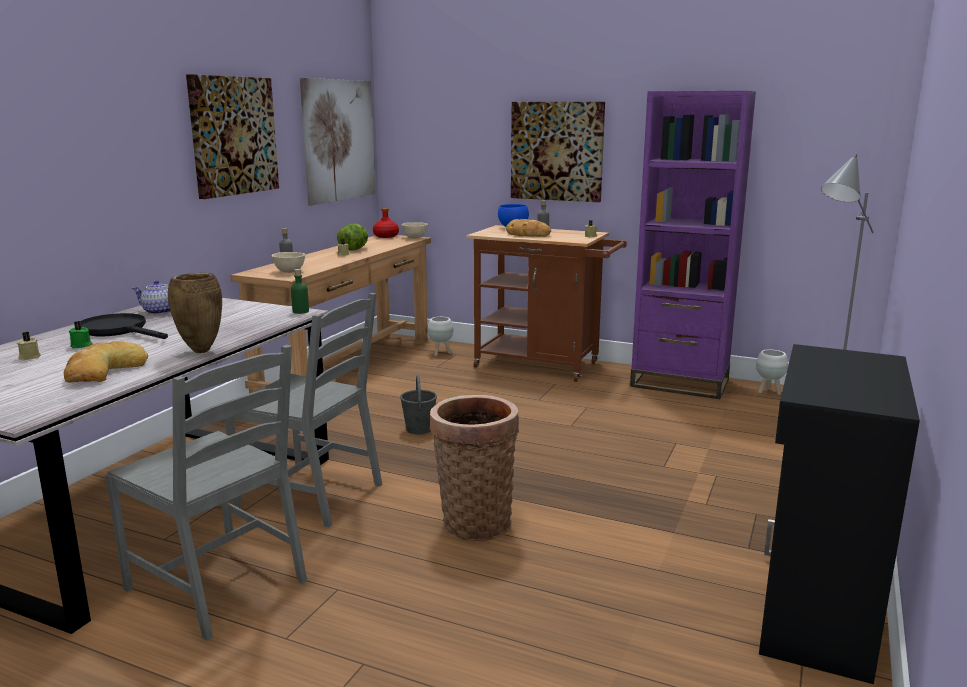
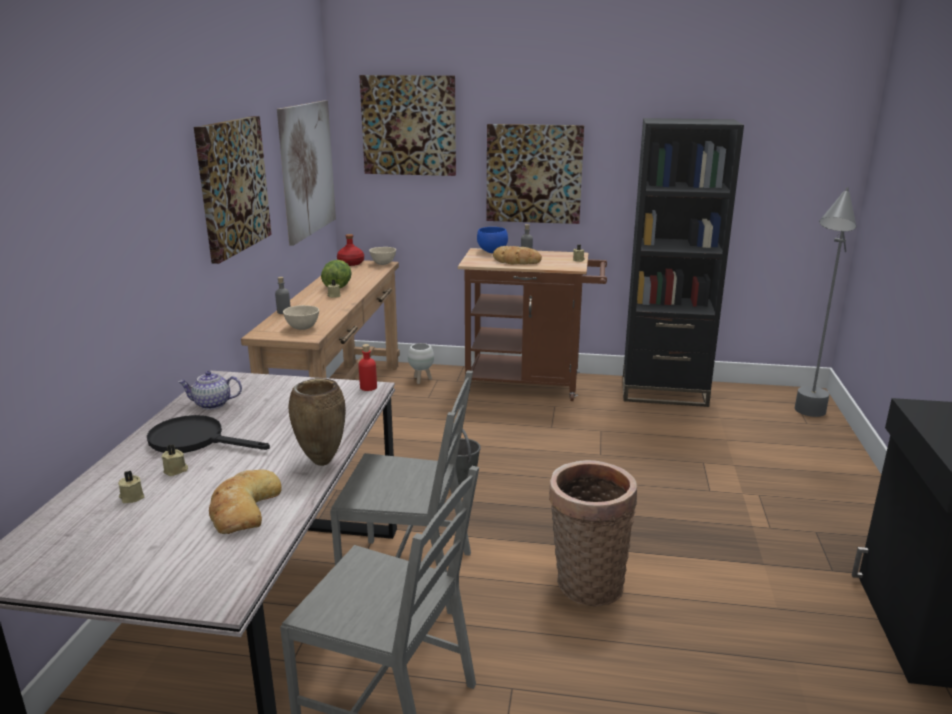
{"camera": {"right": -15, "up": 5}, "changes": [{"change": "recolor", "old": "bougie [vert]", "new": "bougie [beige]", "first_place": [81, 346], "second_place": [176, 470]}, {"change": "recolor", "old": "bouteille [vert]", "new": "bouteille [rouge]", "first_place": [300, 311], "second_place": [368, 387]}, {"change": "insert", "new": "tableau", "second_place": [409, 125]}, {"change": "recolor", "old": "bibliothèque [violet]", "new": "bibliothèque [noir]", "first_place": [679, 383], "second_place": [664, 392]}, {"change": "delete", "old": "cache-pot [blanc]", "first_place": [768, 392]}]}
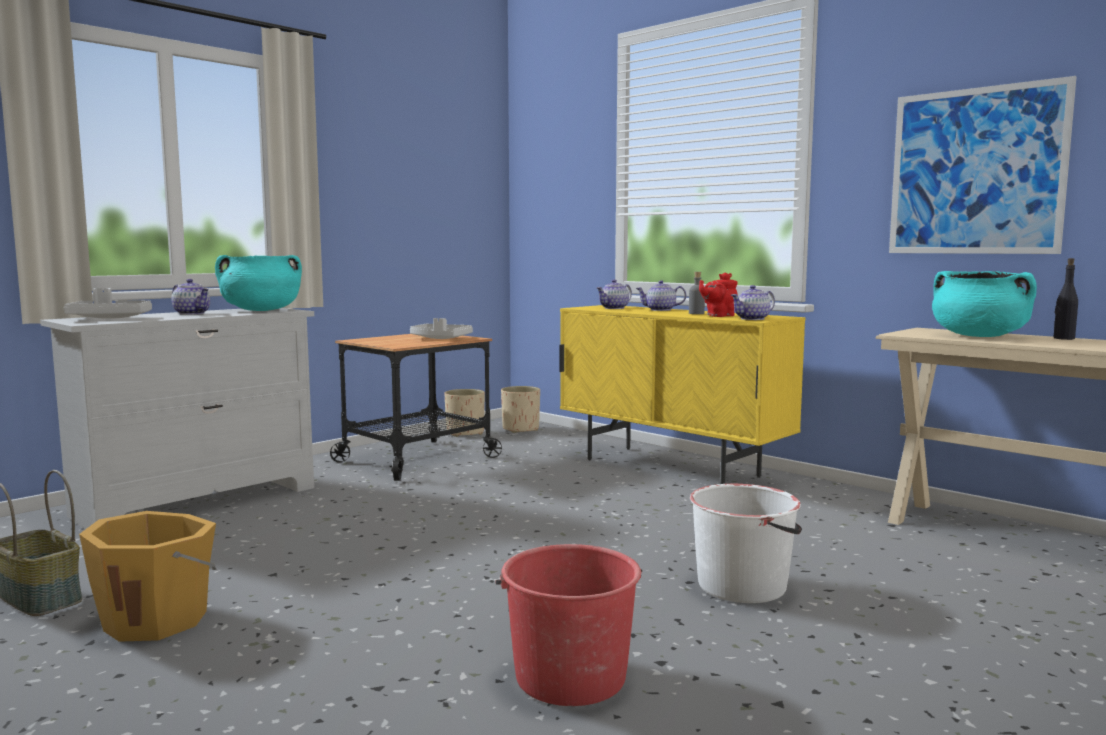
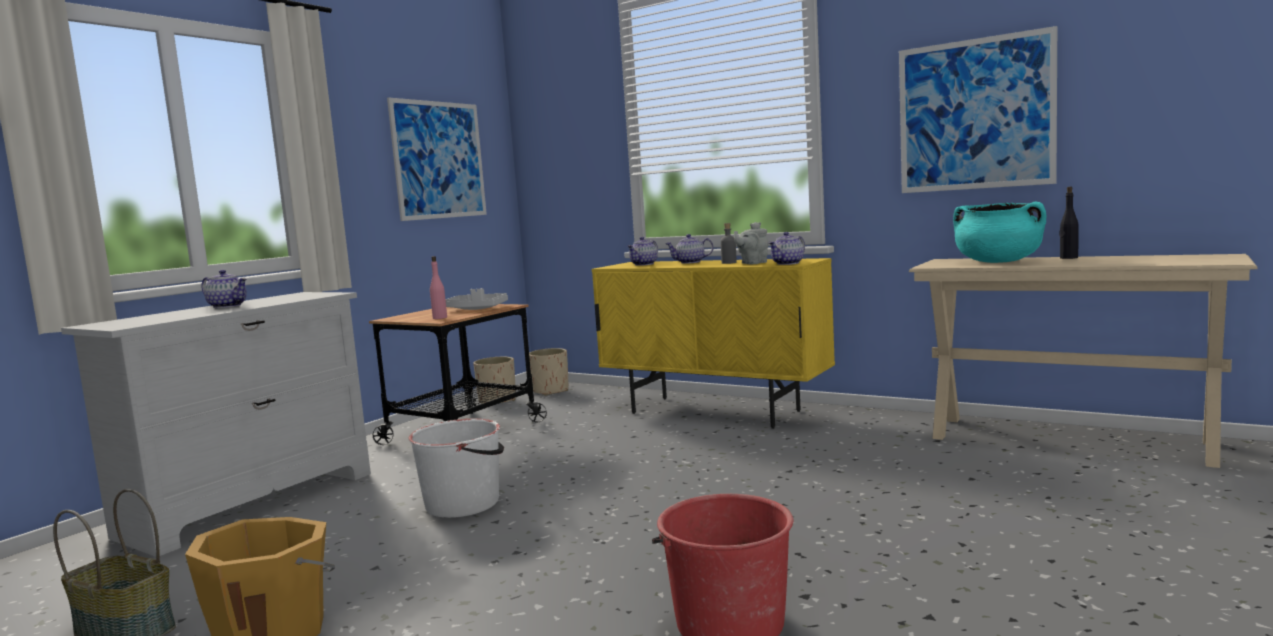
{"camera": {"right": -10, "up": 0}, "changes": [{"change": "insert", "new": "tableau", "second_place": [439, 160]}, {"change": "move", "old": "seau [blanc]", "first_place": [743, 586], "second_place": [464, 504]}, {"change": "insert", "new": "bouteille [rose]", "second_place": [439, 318]}, {"change": "recolor", "old": "théière [rouge]", "new": "théière [gris]", "first_place": [718, 316], "second_place": [752, 263]}, {"change": "delete", "old": "plateau [gris]", "first_place": [110, 318]}, {"change": "delete", "old": "marmite [turquoise]", "first_place": [261, 310]}]}
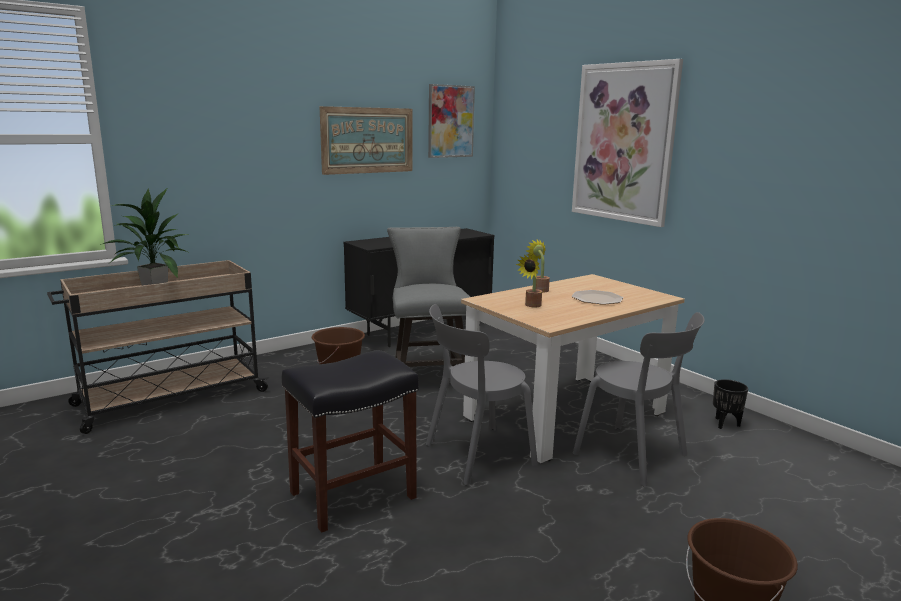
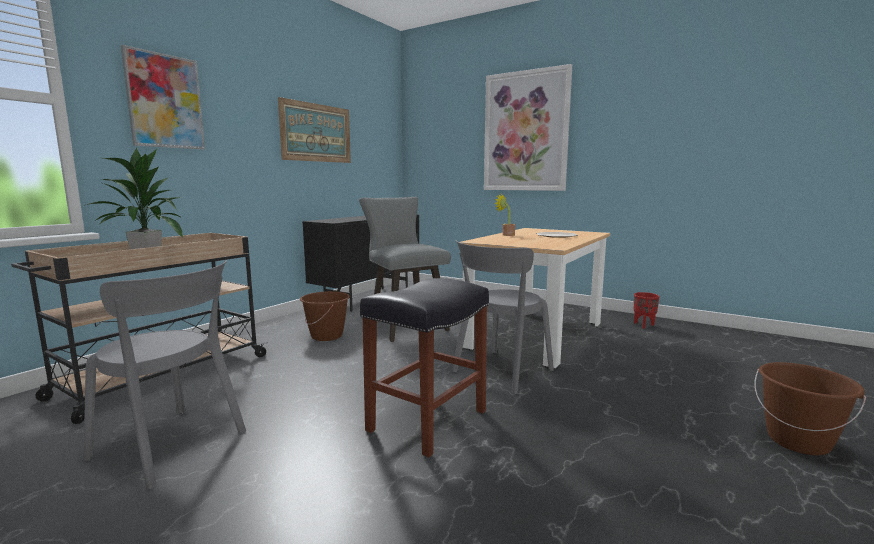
{"camera": {"right": -20, "up": -5}, "changes": [{"change": "move", "old": "chaise [gris]", "first_place": [634, 456], "second_place": [173, 446]}, {"change": "move", "old": "tableau", "first_place": [450, 121], "second_place": [165, 101]}, {"change": "recolor", "old": "cache-pot [noir]", "new": "cache-pot [rouge]", "first_place": [726, 424], "second_place": [644, 325]}, {"change": "delete", "old": "plante en pot", "first_place": [531, 305]}]}
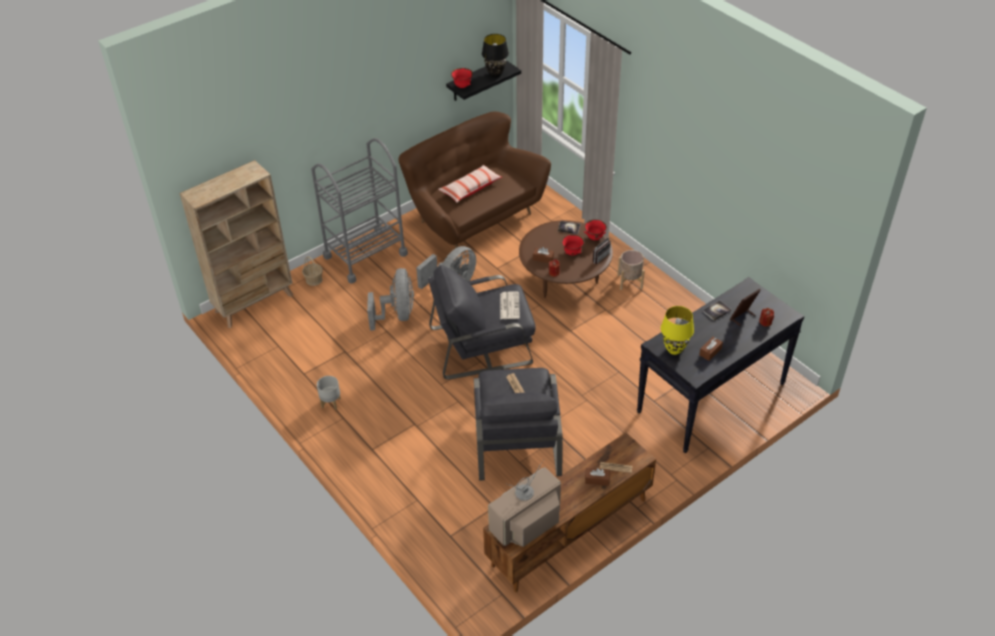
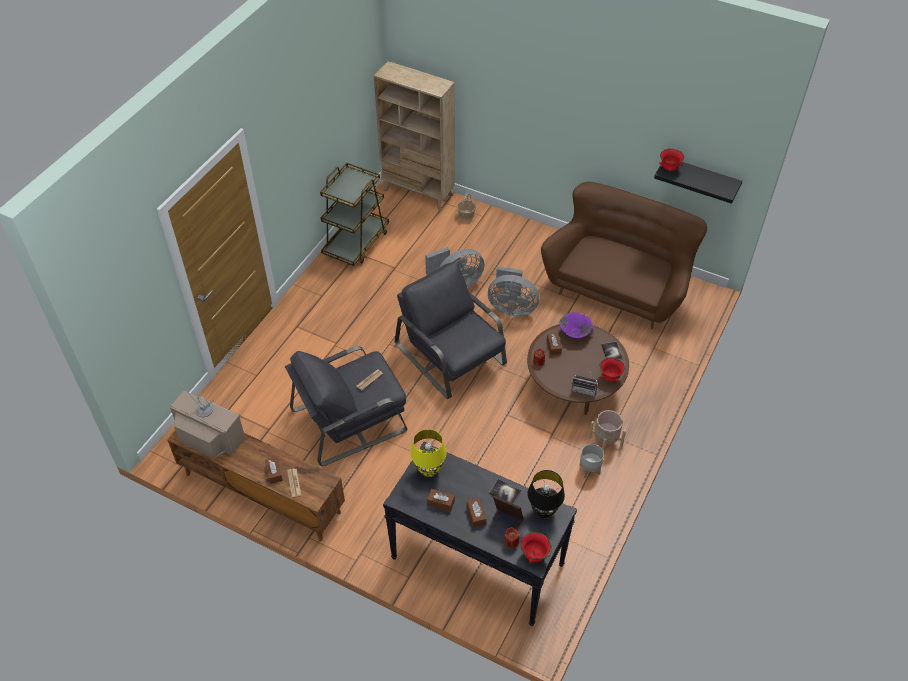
{"camera": {"right": 65, "up": 5}, "changes": [{"change": "insert", "new": "chariot [marron]", "second_place": [356, 243]}, {"change": "insert", "new": "boîte à mouchoirs [marron]", "second_place": [476, 515]}, {"change": "move", "old": "bol [rouge]", "first_place": [572, 253], "second_place": [534, 555]}, {"change": "move", "old": "lampe de table [noir]", "first_place": [496, 74], "second_place": [543, 512]}, {"change": "insert", "new": "bol [violet]", "second_place": [575, 333]}, {"change": "move", "old": "cache-pot [gris]", "first_place": [331, 403], "second_place": [589, 470]}, {"change": "delete", "old": "chariot [gris]", "first_place": [365, 255]}, {"change": "delete", "old": "coussin", "first_place": [470, 188]}, {"change": "delete", "old": "journal", "first_place": [509, 305]}]}
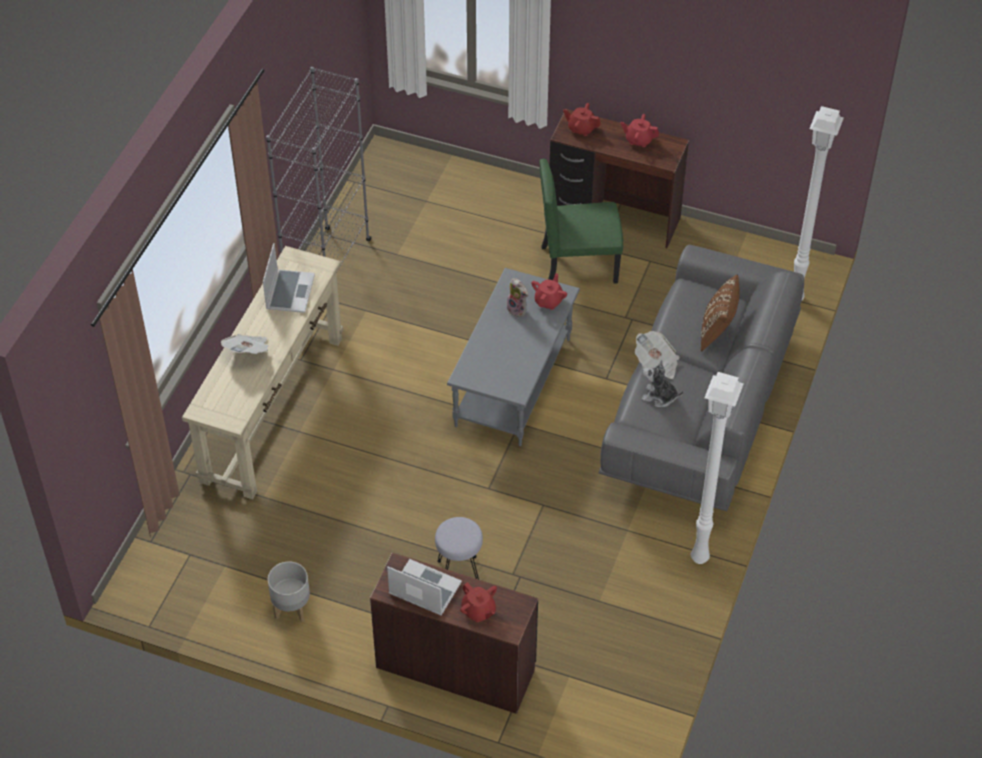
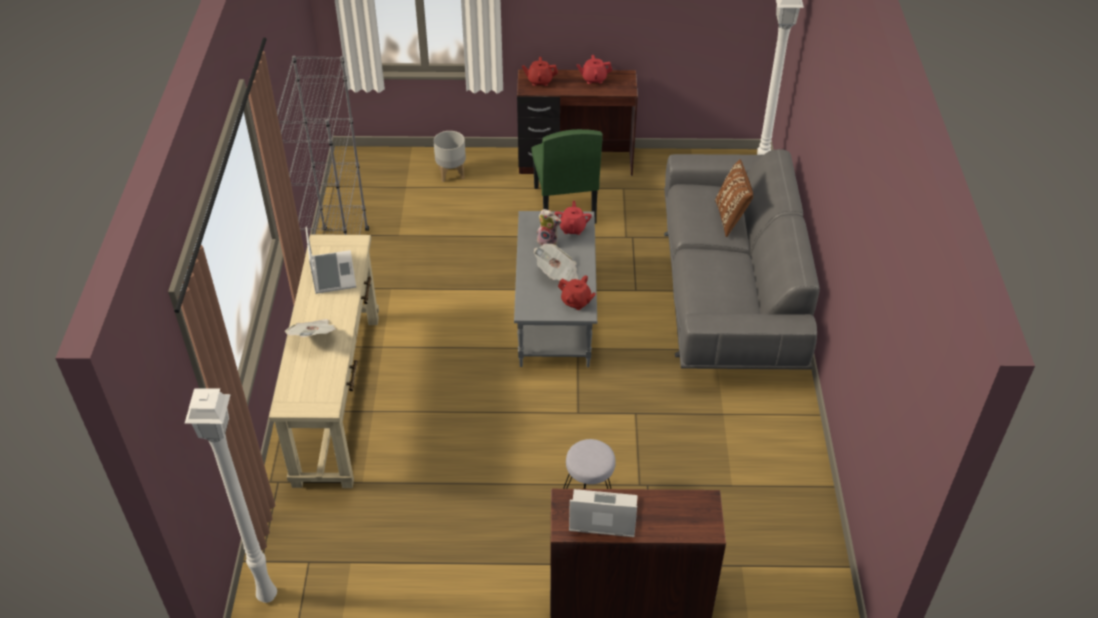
{"camera": {"right": -20, "up": -5}, "changes": [{"change": "move", "old": "lampadaire [blanc]", "first_place": [700, 559], "second_place": [268, 596]}, {"change": "move", "old": "cache-pot [gris]", "first_place": [291, 608], "second_place": [451, 173]}, {"change": "rotate", "old": "chaise [vert]", "first_place": [579, 264], "second_place": [564, 205], "degrees": -75}, {"change": "move", "old": "journal", "first_place": [656, 363], "second_place": [557, 273]}, {"change": "move", "old": "théière [rouge]", "first_place": [478, 611], "second_place": [576, 302]}, {"change": "delete", "old": "peluche", "first_place": [659, 396]}]}
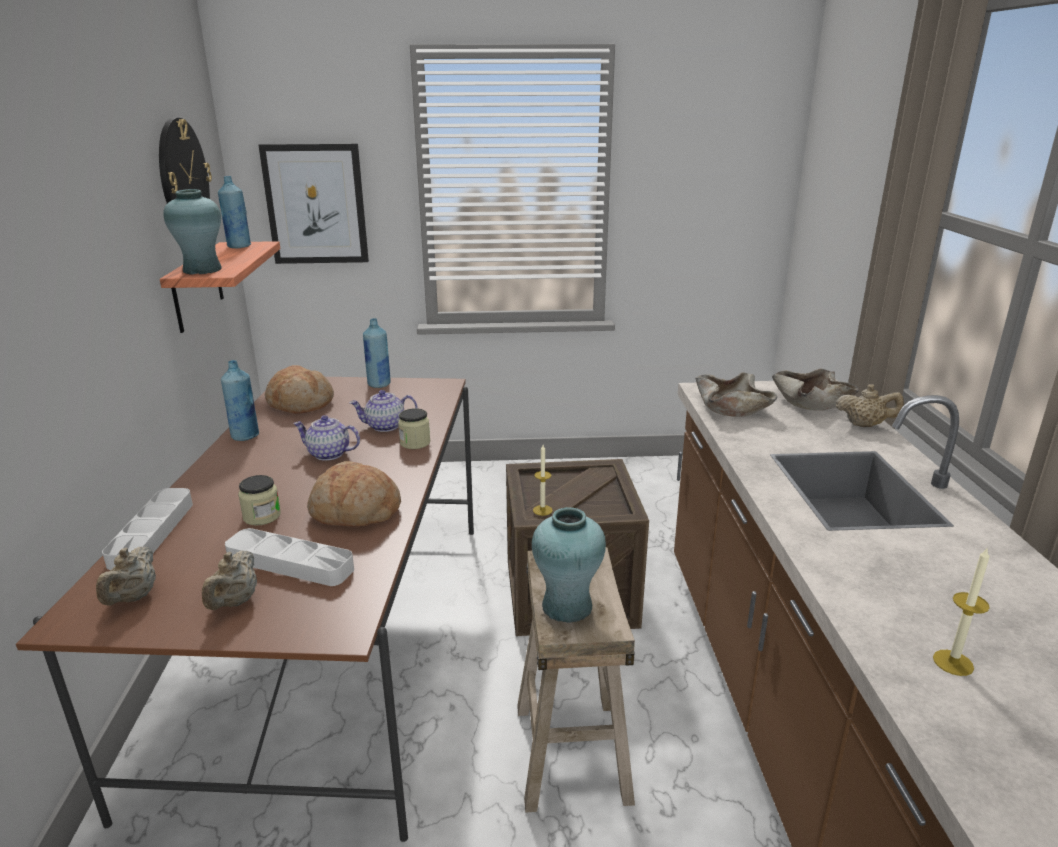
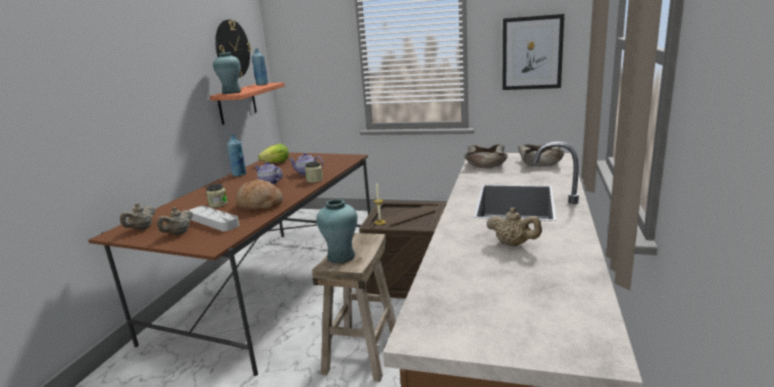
{"camera": {"right": 20, "up": -5}, "changes": [{"change": "replace", "old": "pain", "new": "laitue", "first_place": [300, 403], "second_place": [276, 163]}, {"change": "move", "old": "théière [beige]", "first_place": [865, 425], "second_place": [513, 244]}, {"change": "move", "old": "tableau", "first_place": [316, 204], "second_place": [532, 53]}, {"change": "delete", "old": "plateau [gris]", "first_place": [152, 533]}, {"change": "delete", "old": "bouteille [bleu]", "first_place": [379, 384]}, {"change": "delete", "old": "bougie", "first_place": [953, 662]}]}
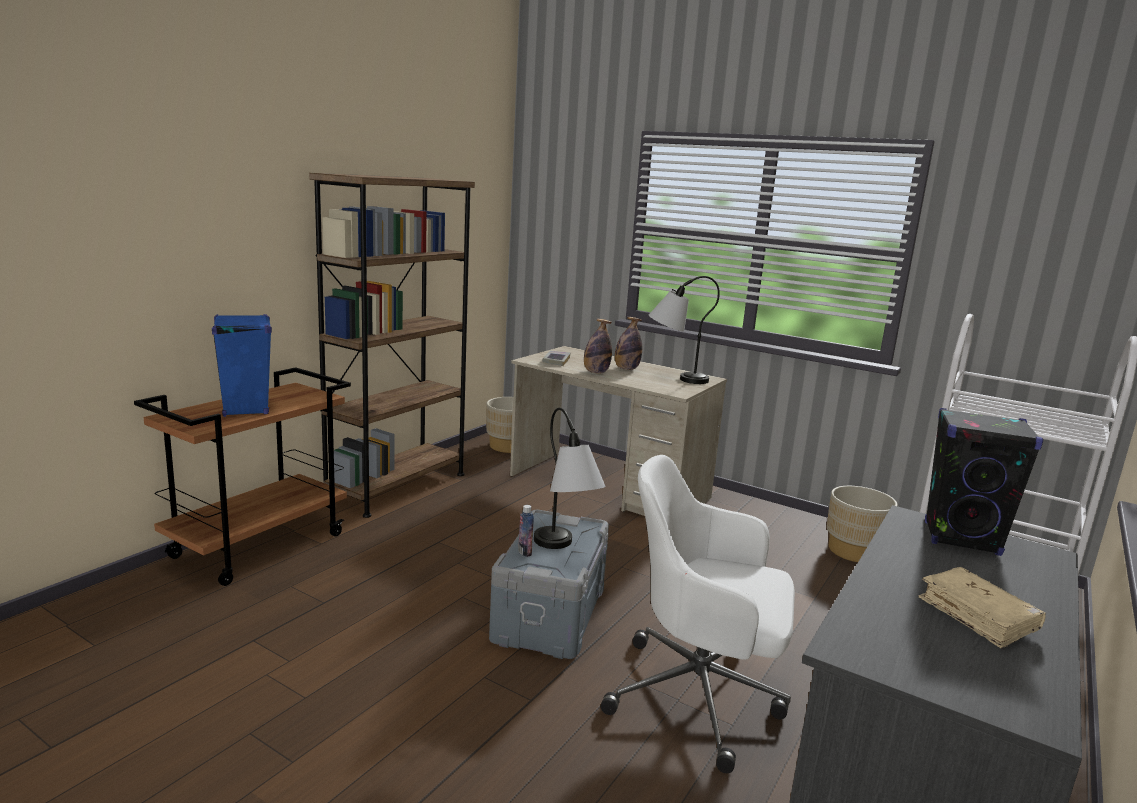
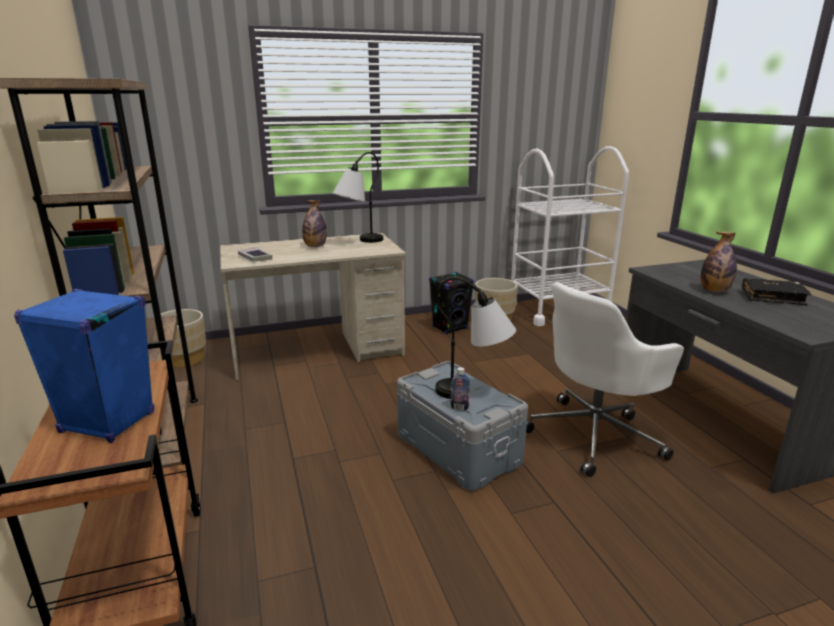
{"camera": {"right": -50, "up": 5}, "changes": [{"change": "move", "old": "enceinte [noir]", "first_place": [962, 539], "second_place": [450, 327]}, {"change": "move", "old": "bouteille", "first_place": [596, 372], "second_place": [714, 291]}, {"change": "recolor", "old": "livre [beige]", "new": "livre [noir]", "first_place": [977, 616], "second_place": [772, 297]}]}
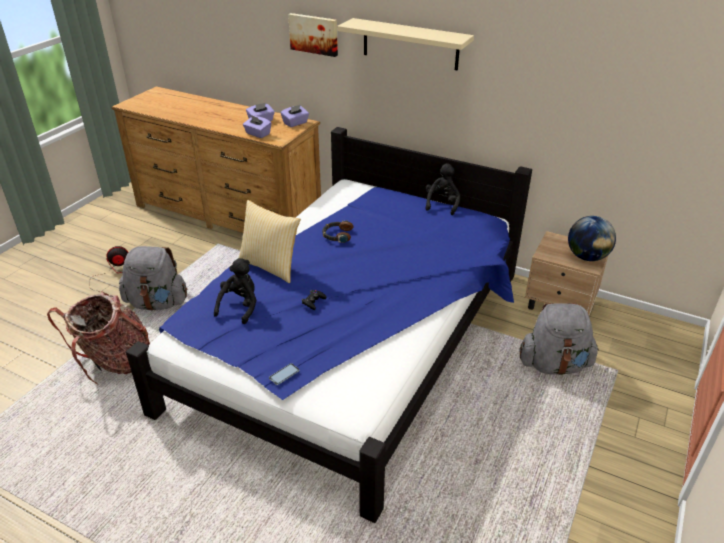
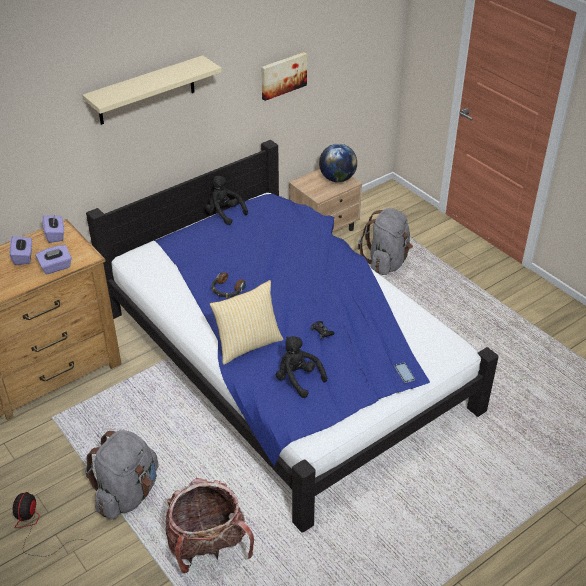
{"camera": {"right": -65, "up": 5}, "changes": [{"change": "move", "old": "tableau", "first_place": [314, 34], "second_place": [283, 75]}]}
